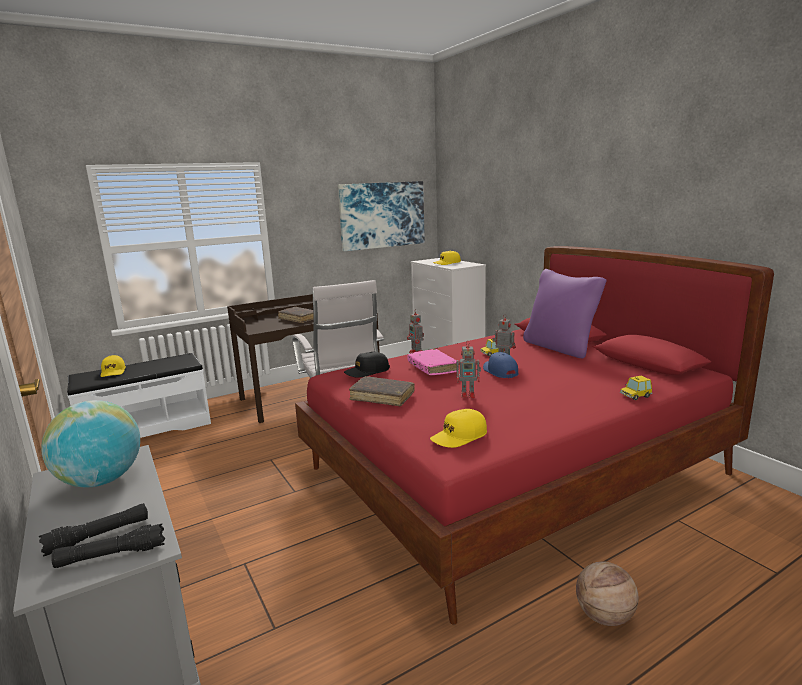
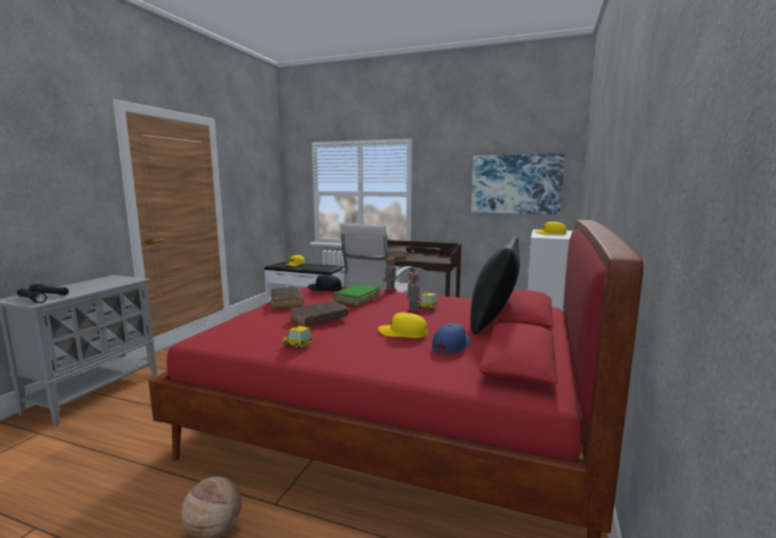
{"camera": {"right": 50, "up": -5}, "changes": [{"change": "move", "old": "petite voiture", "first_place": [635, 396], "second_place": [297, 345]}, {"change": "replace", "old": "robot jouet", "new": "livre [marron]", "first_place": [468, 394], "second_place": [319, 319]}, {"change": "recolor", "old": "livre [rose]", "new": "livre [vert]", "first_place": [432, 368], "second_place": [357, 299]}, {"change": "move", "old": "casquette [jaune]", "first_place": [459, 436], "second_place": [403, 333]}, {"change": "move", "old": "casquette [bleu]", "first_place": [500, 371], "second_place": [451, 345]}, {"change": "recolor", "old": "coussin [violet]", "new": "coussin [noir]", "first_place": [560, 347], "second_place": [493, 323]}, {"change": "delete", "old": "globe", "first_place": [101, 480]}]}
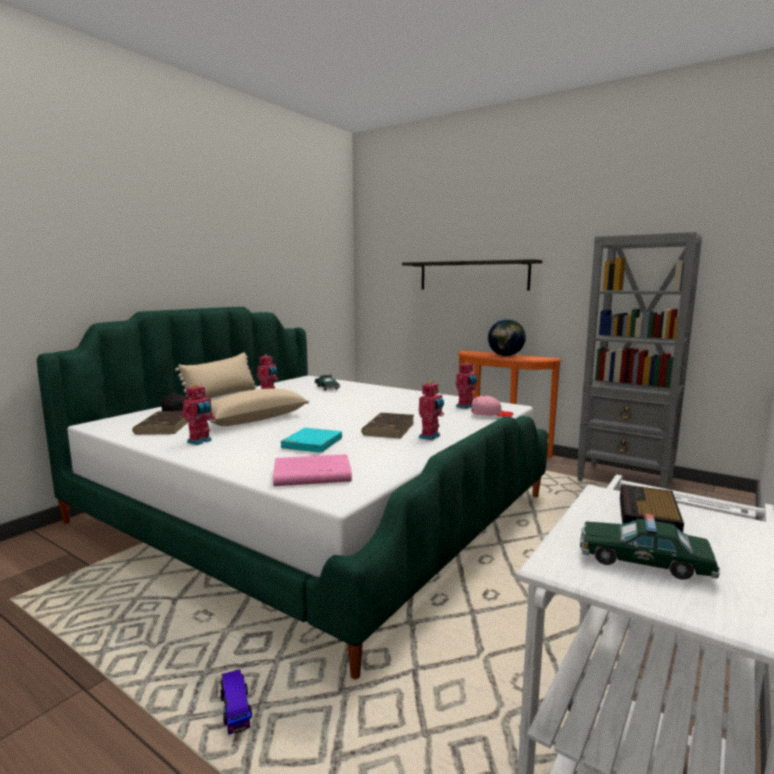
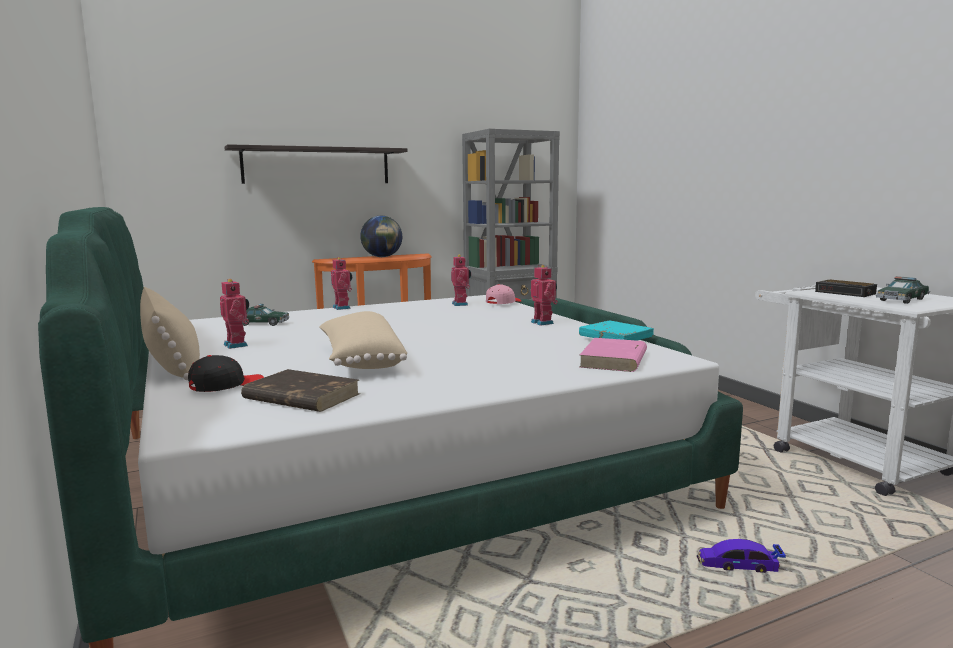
{"camera": {"right": -60, "up": 0}, "changes": [{"change": "move", "old": "robot jouet", "first_place": [200, 442], "second_place": [343, 307]}, {"change": "move", "old": "livre [turquoise]", "first_place": [312, 444], "second_place": [615, 337]}, {"change": "delete", "old": "livre [marron]", "first_place": [389, 428]}]}
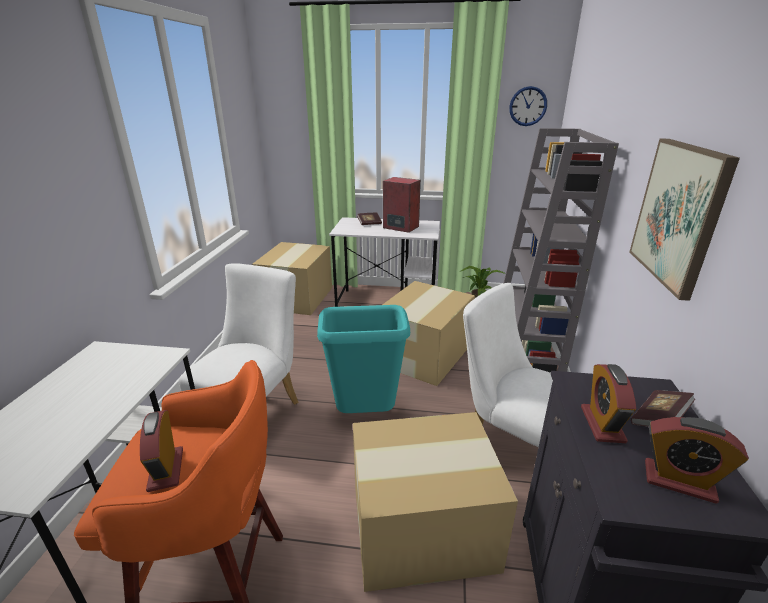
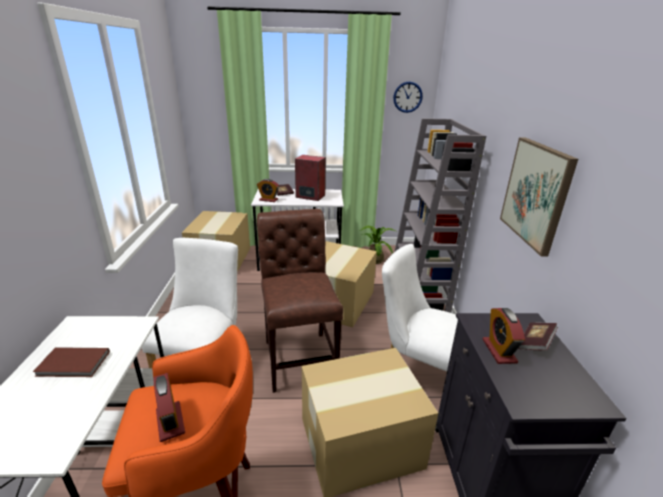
{"camera": {"right": -10, "up": 0}, "changes": [{"change": "insert", "new": "livre [marron]", "second_place": [73, 364]}, {"change": "move", "old": "réveil", "first_place": [679, 481], "second_place": [268, 200]}, {"change": "replace", "old": "poubelle [turquoise]", "new": "chaise [marron]", "first_place": [366, 414], "second_place": [299, 356]}]}
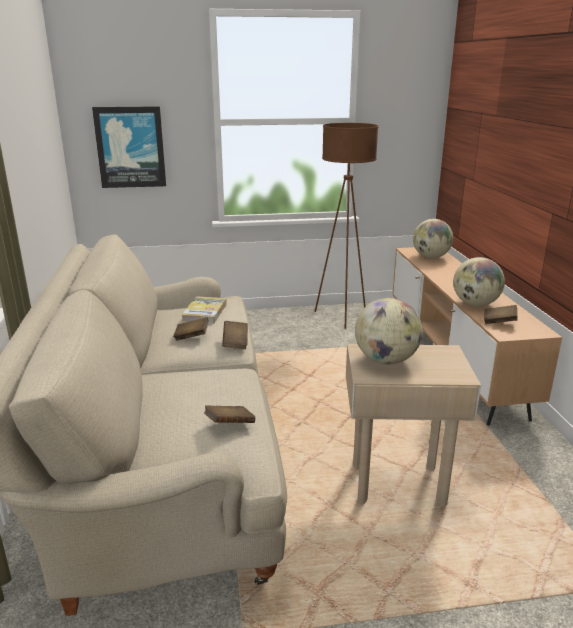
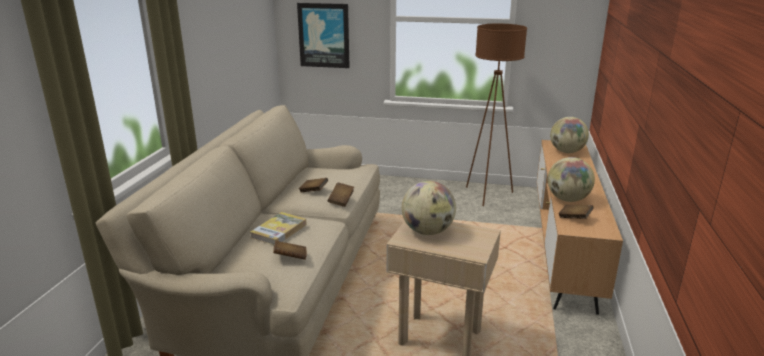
{"camera": {"right": 20, "up": 0}, "changes": [{"change": "move", "old": "livre", "first_place": [205, 312], "second_place": [279, 231]}]}
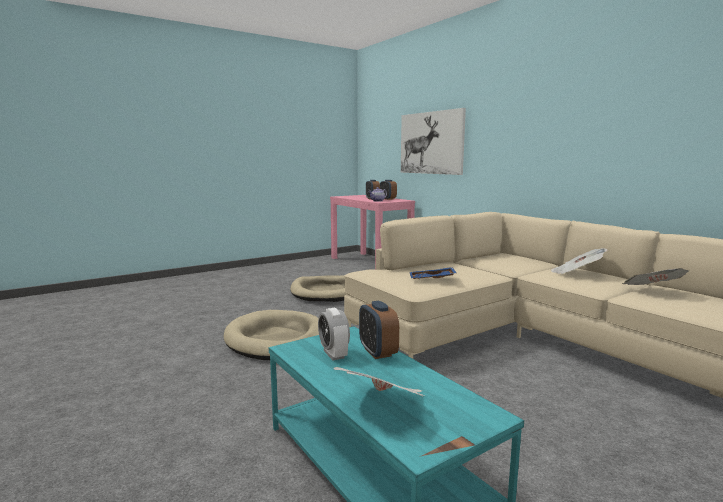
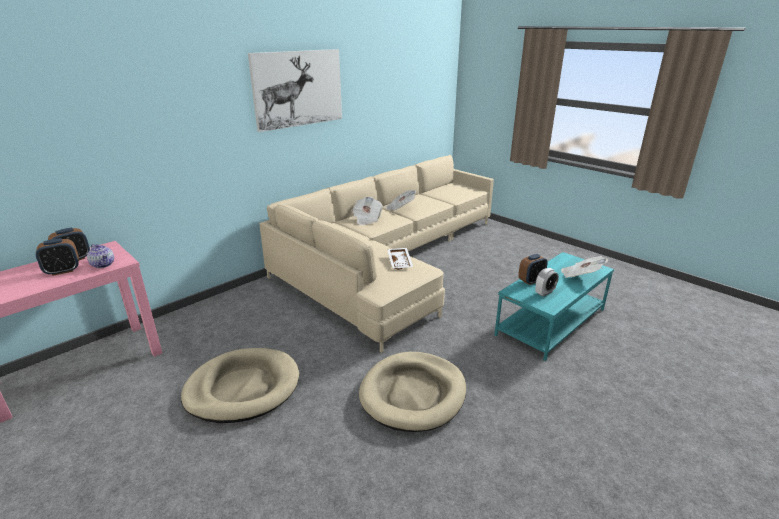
{"camera": {"right": -100, "up": 15}, "changes": [{"change": "move", "old": "tableau", "first_place": [431, 143], "second_place": [298, 89]}, {"change": "recolor", "old": "plateau [bleu]", "new": "plateau [blanc]", "first_place": [432, 279], "second_place": [400, 262]}]}
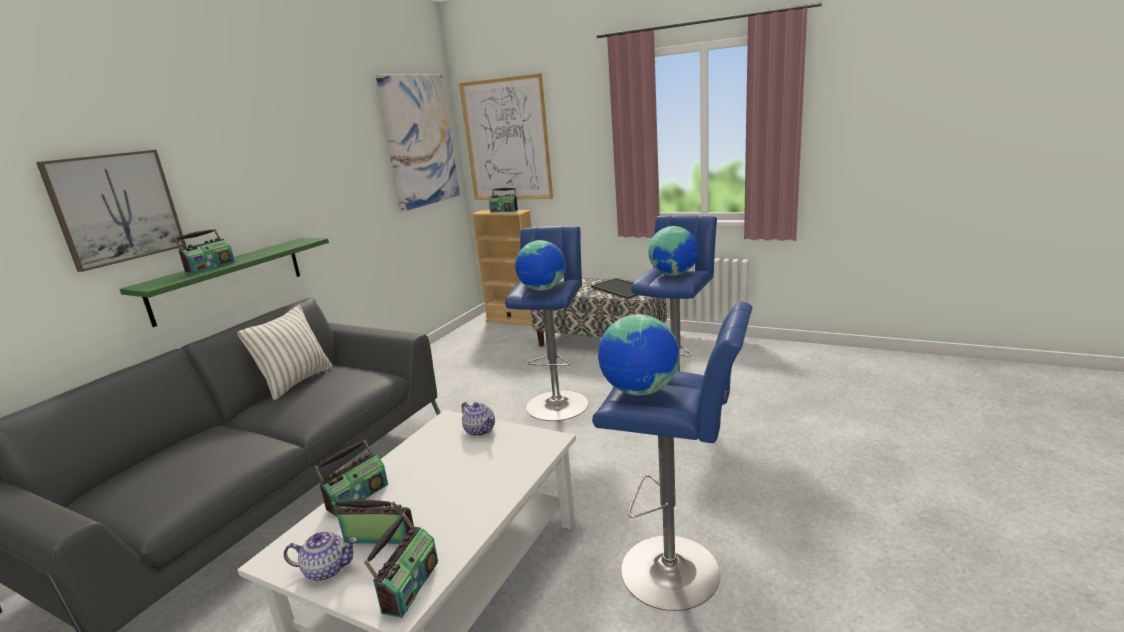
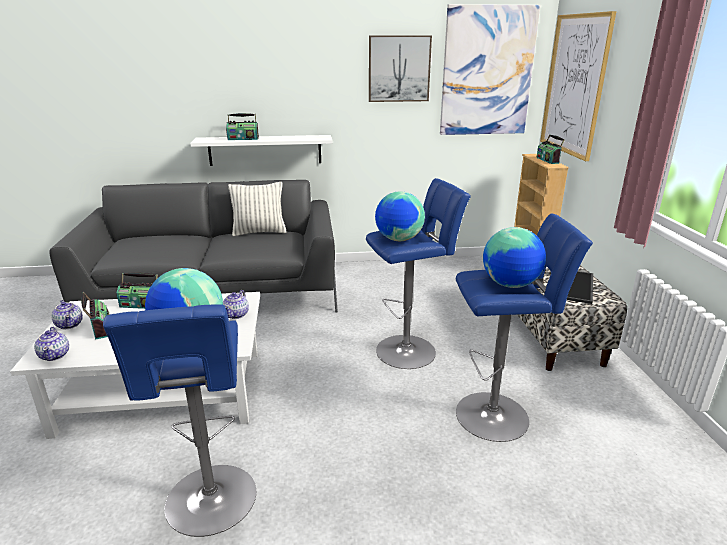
{"camera": {"right": 55, "up": 5}, "changes": [{"change": "replace", "old": "radio", "new": "théière", "first_place": [409, 585], "second_place": [55, 355]}, {"change": "recolor", "old": "étagère [vert]", "new": "étagère [blanc]", "first_place": [228, 279], "second_place": [265, 150]}, {"change": "move", "old": "tableau", "first_place": [116, 208], "second_place": [399, 69]}]}
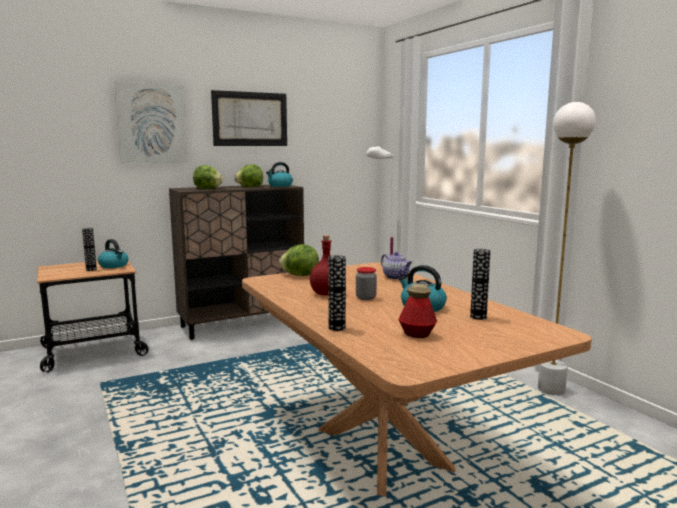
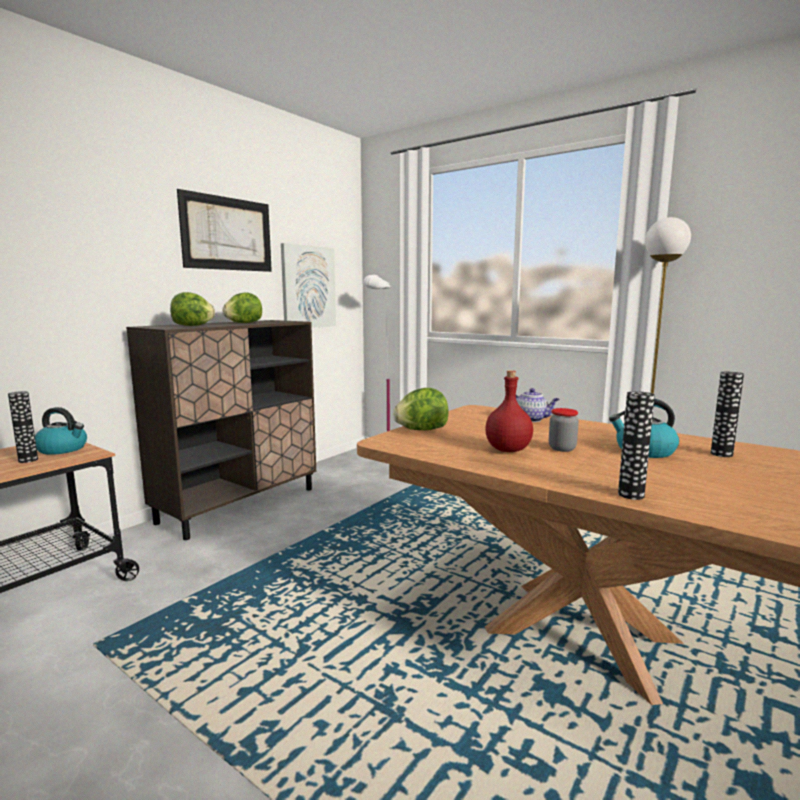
{"camera": {"right": -25, "up": 0}, "changes": [{"change": "move", "old": "tableau", "first_place": [151, 123], "second_place": [308, 287]}, {"change": "delete", "old": "bouilloire", "first_place": [280, 186]}, {"change": "delete", "old": "bouteille", "first_place": [417, 334]}]}
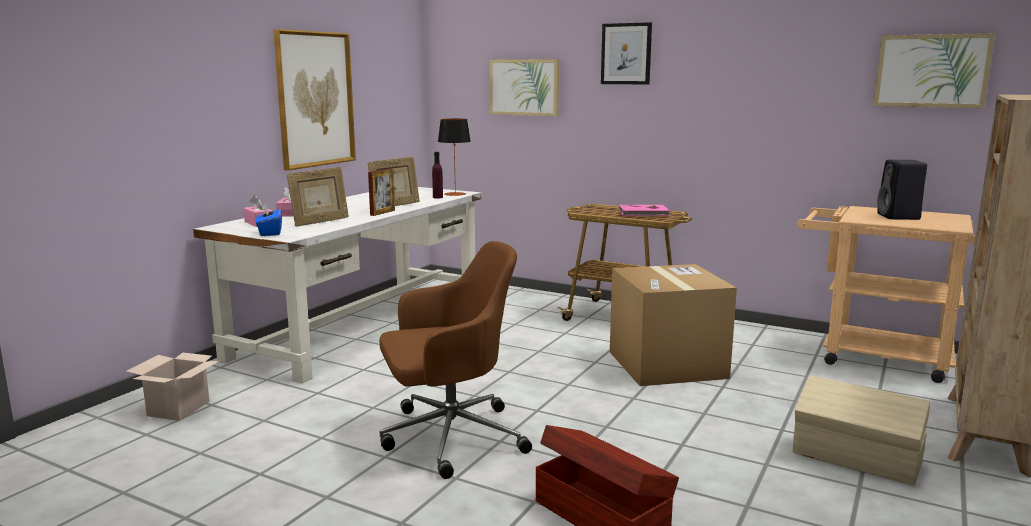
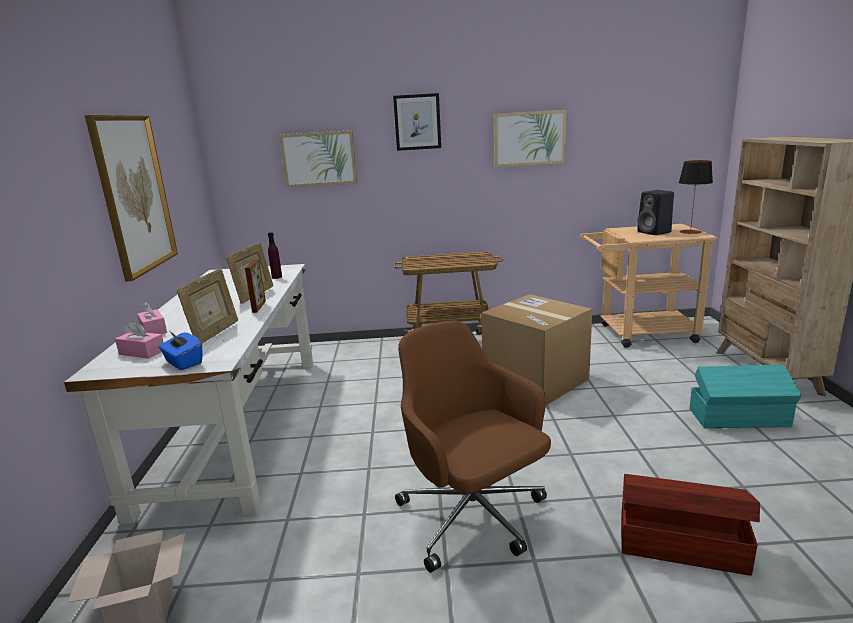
{"camera": {"right": -30, "up": 5}, "changes": [{"change": "rotate", "old": "chaise de bureau [marron]", "first_place": [449, 437], "second_place": [473, 518], "degrees": -75}, {"change": "move", "old": "tableau", "first_place": [931, 71], "second_place": [529, 138]}, {"change": "move", "old": "lampe de table", "first_place": [455, 194], "second_place": [690, 232]}, {"change": "recolor", "old": "boîte de rangement [beige]", "new": "boîte de rangement [turquoise]", "first_place": [856, 459], "second_place": [740, 418]}, {"change": "delete", "old": "livre [rose]", "first_place": [644, 213]}]}
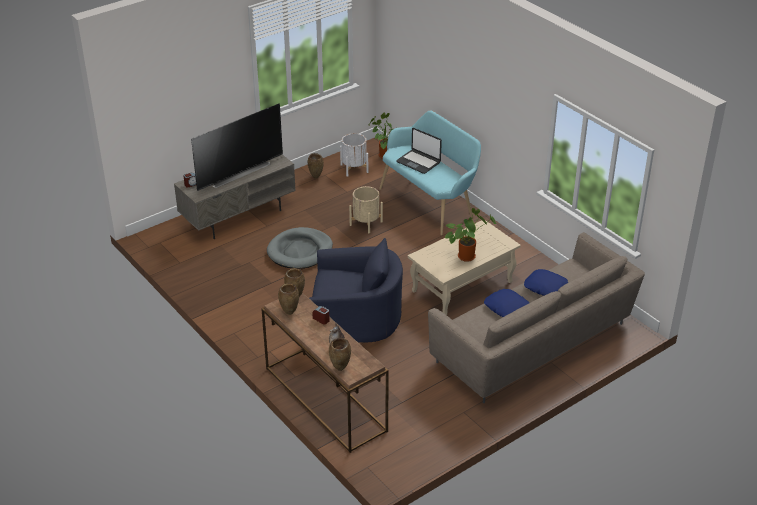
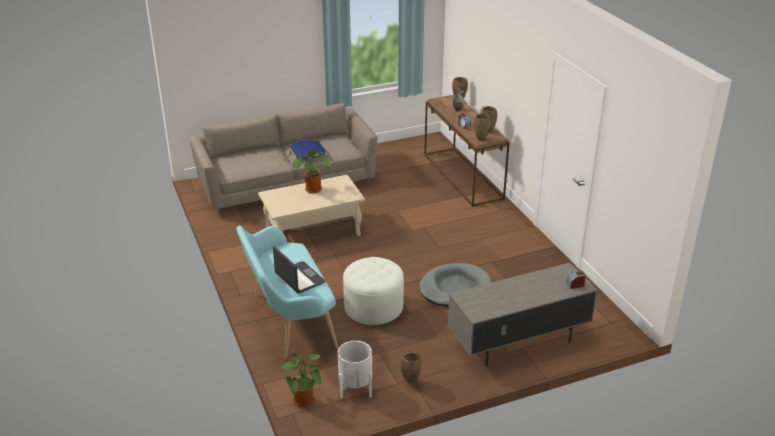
{"camera": {"right": -165, "up": -5}, "changes": [{"change": "replace", "old": "cache-pot [beige]", "new": "pouf [blanc]", "first_place": [366, 223], "second_place": [373, 307]}, {"change": "delete", "old": "téléviseur", "first_place": [238, 172]}, {"change": "delete", "old": "fauteuil [bleu]", "first_place": [355, 318]}, {"change": "delete", "old": "coussin [bleu]", "first_place": [545, 287]}]}
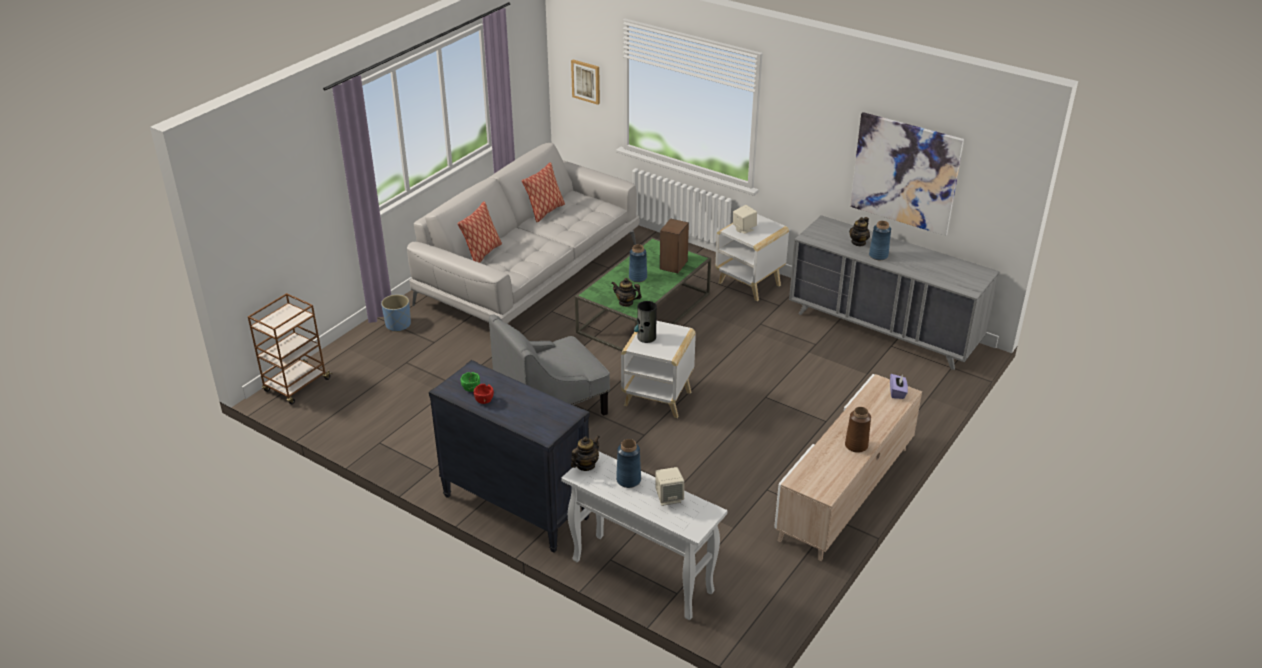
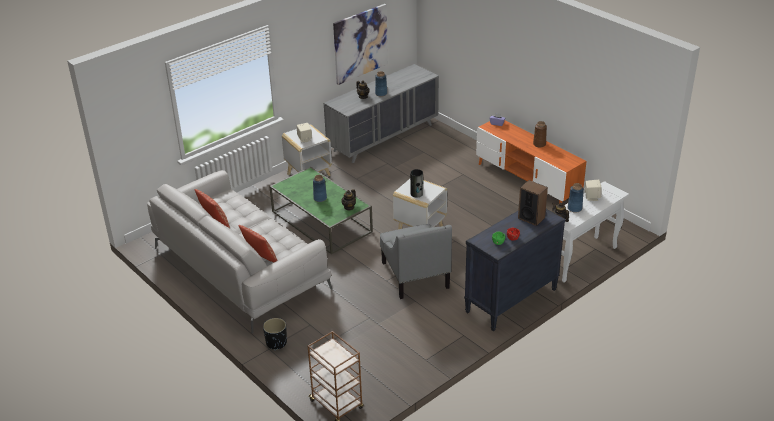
{"camera": {"right": -75, "up": 0}, "changes": [{"change": "recolor", "old": "cache-pot [bleu]", "new": "cache-pot [noir]", "first_place": [398, 325], "second_place": [276, 343]}, {"change": "recolor", "old": "meuble télé [beige]", "new": "meuble télé [orange]", "first_place": [844, 493], "second_place": [527, 180]}, {"change": "move", "old": "enceinte", "first_place": [673, 265], "second_place": [531, 218]}, {"change": "delete", "old": "tableau", "first_place": [586, 81]}]}
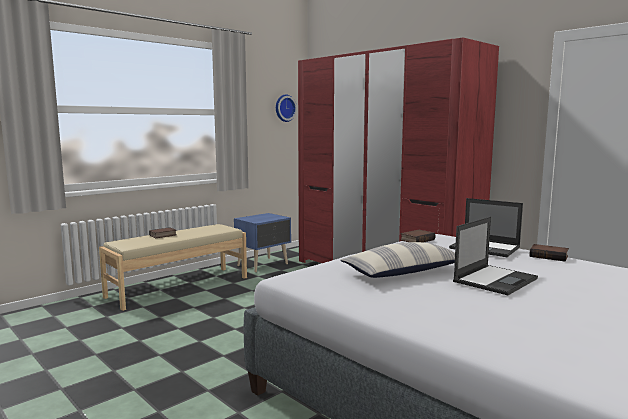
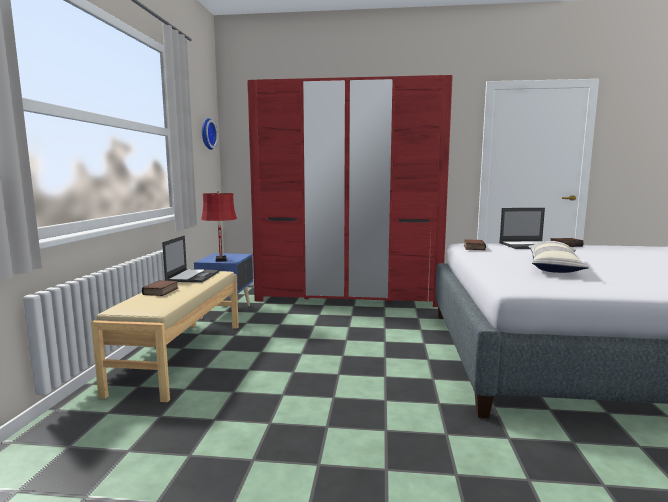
{"camera": {"right": -40, "up": 0}, "changes": [{"change": "move", "old": "ordinateur portable", "first_place": [495, 280], "second_place": [193, 276]}, {"change": "insert", "new": "lampe de table [rouge]", "second_place": [221, 260]}]}
